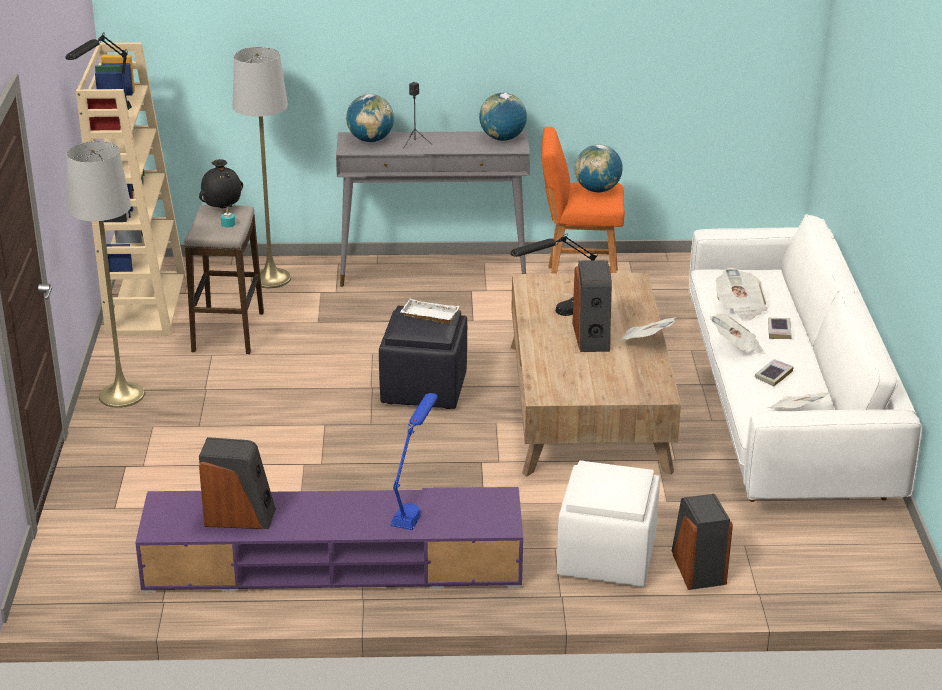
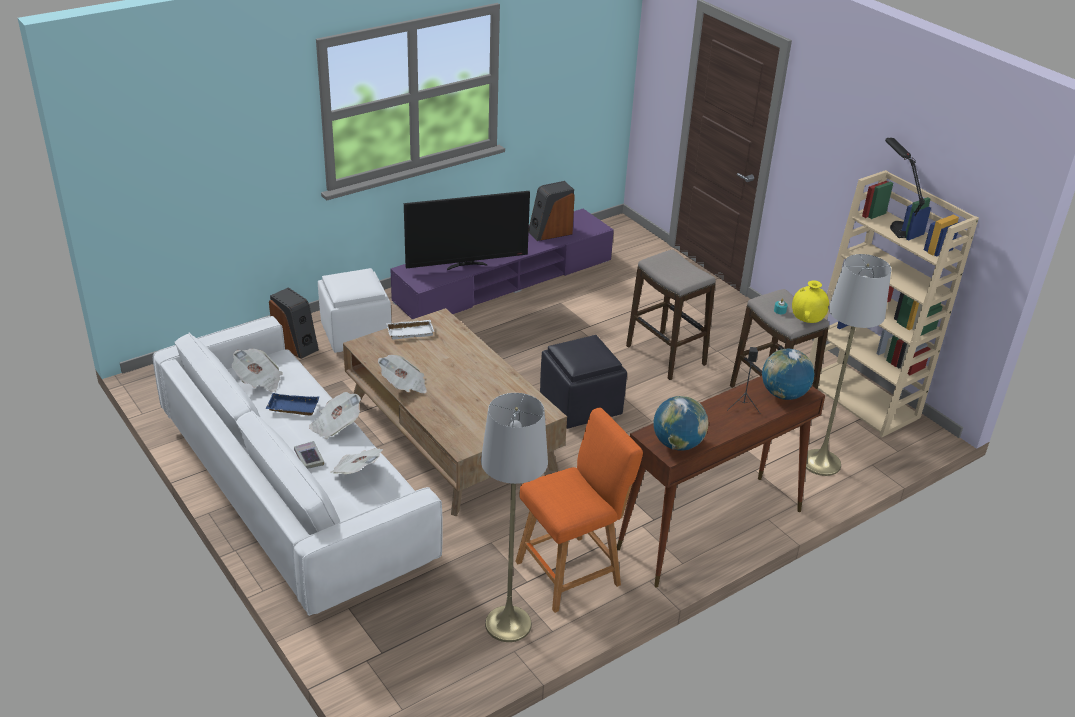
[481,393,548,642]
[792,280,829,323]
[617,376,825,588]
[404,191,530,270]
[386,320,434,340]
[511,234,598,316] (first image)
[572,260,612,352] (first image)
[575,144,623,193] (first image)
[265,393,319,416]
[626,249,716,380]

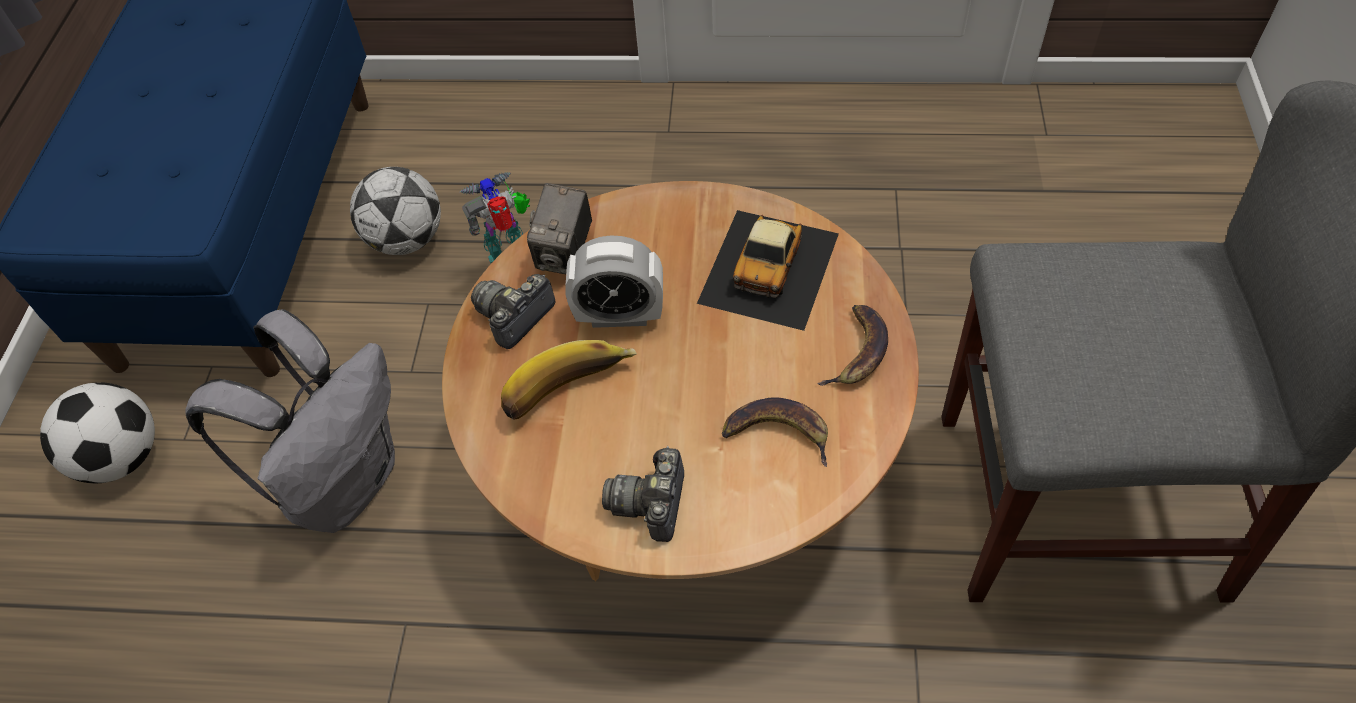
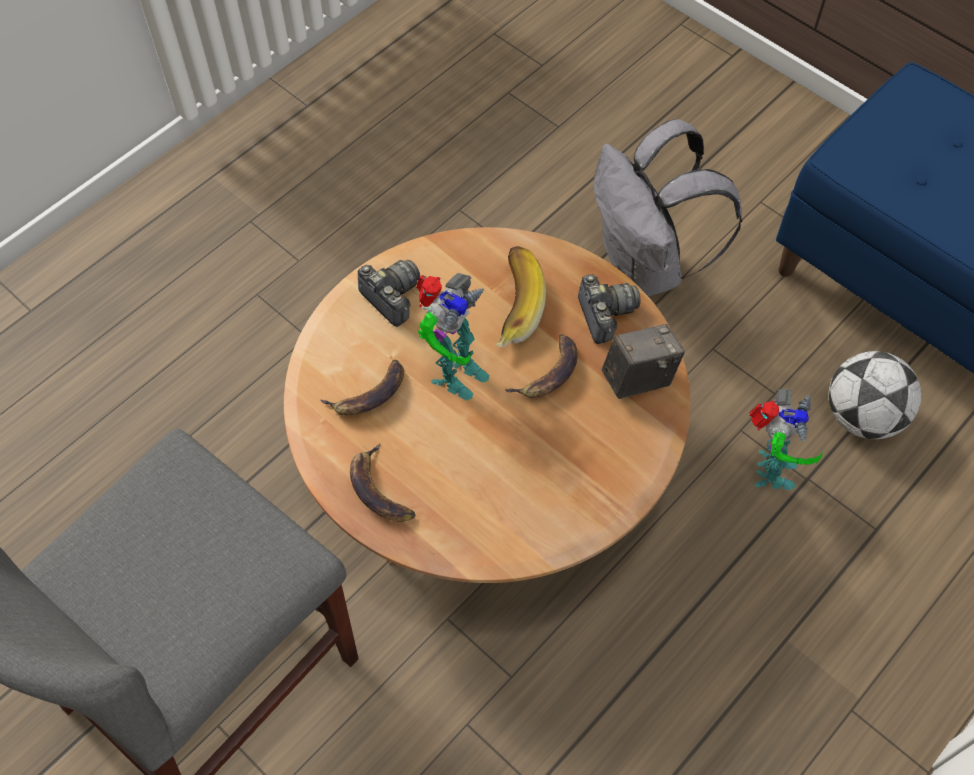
[40,382,155,483] (first image)
[602,324,685,399]
[505,334,578,398]
[697,210,839,331] (first image)
[416,273,489,401]

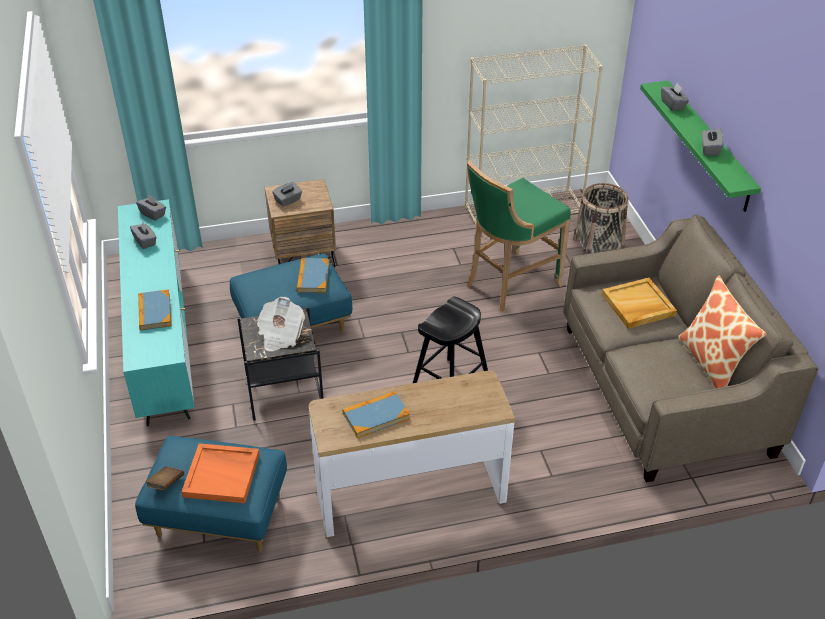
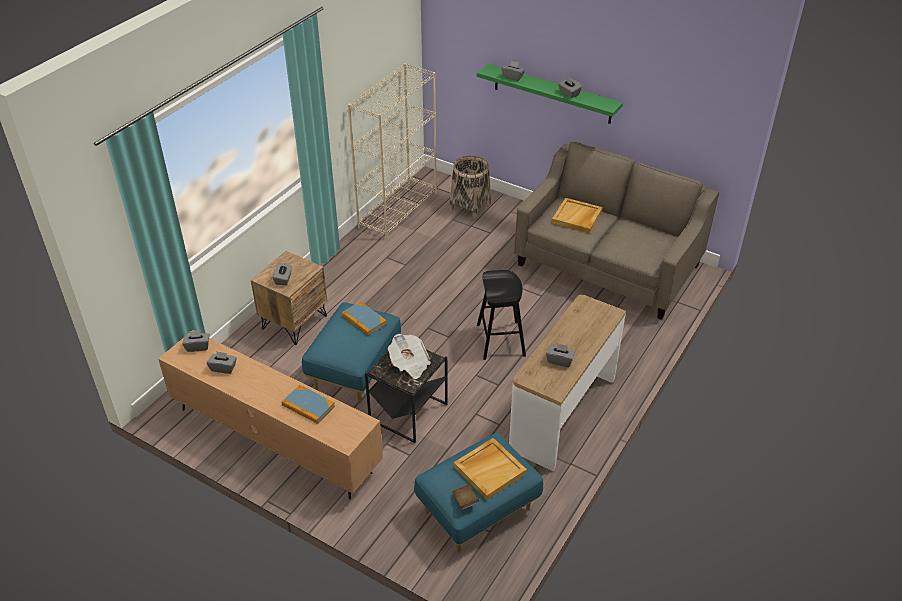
[158,330,383,499]
[454,438,527,500]
[546,343,575,367]
[467,161,571,312] (first image)
[678,275,767,388] (first image)

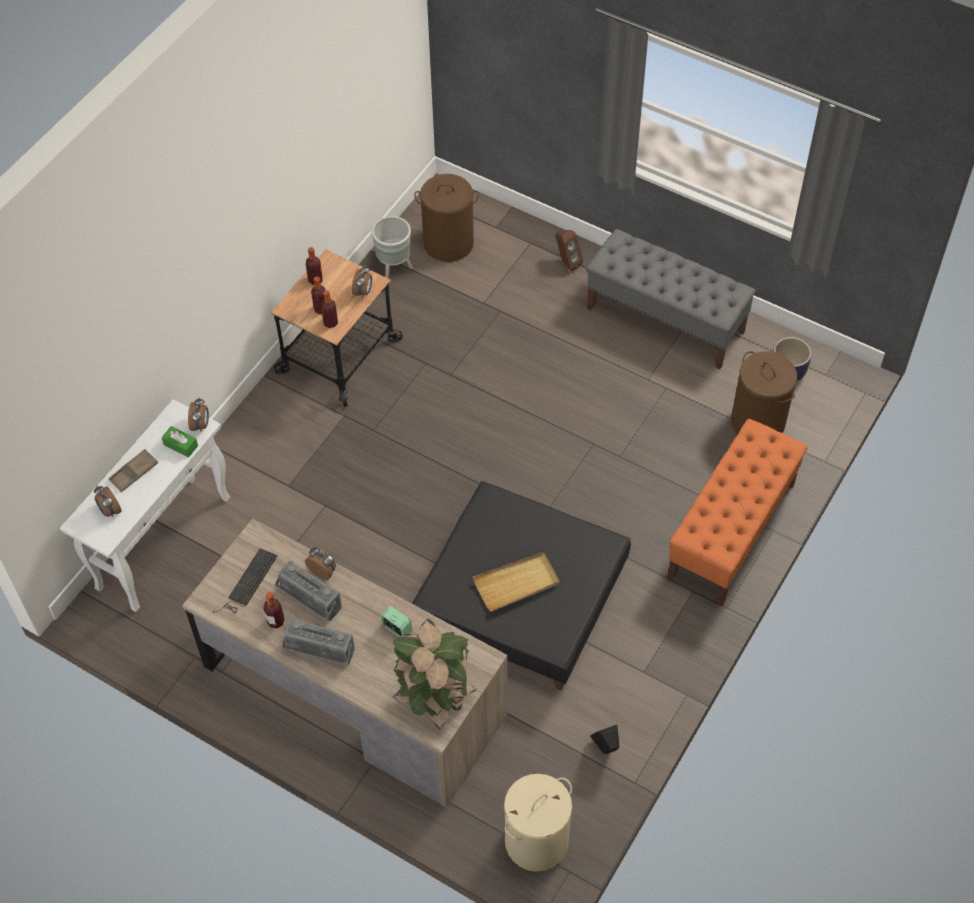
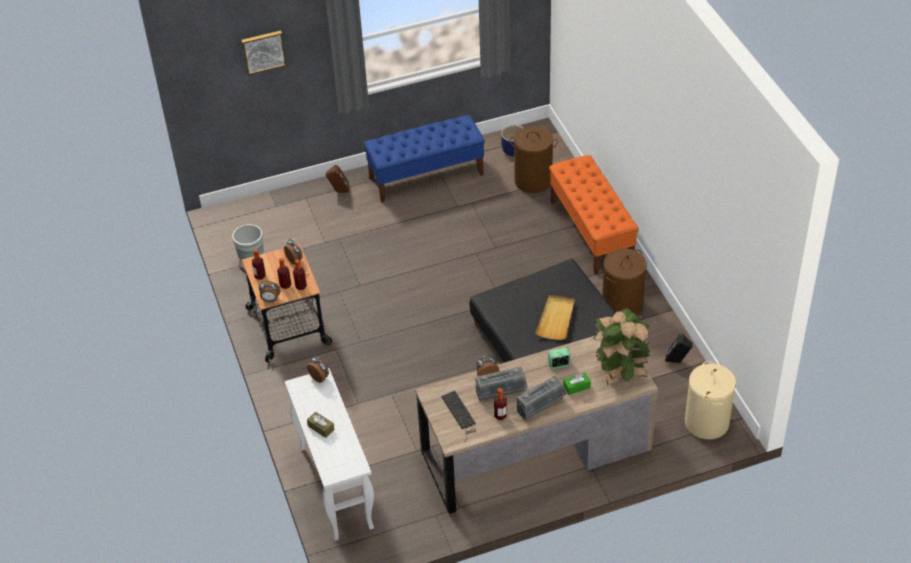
[259,281,280,302]
[307,412,335,438]
[563,372,591,395]
[602,249,647,315]
[364,115,485,203]
[241,31,287,75]

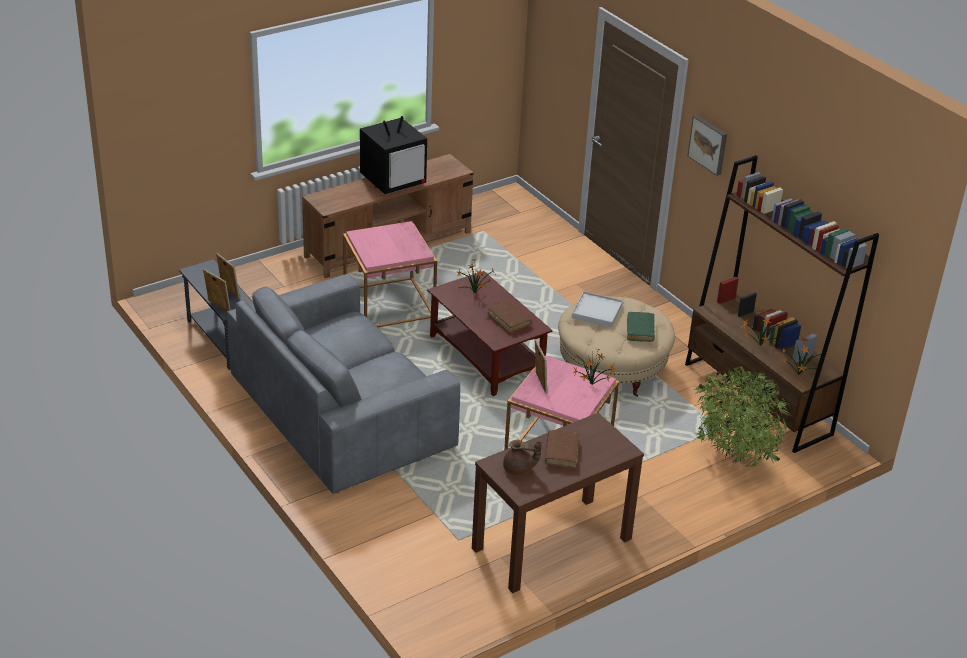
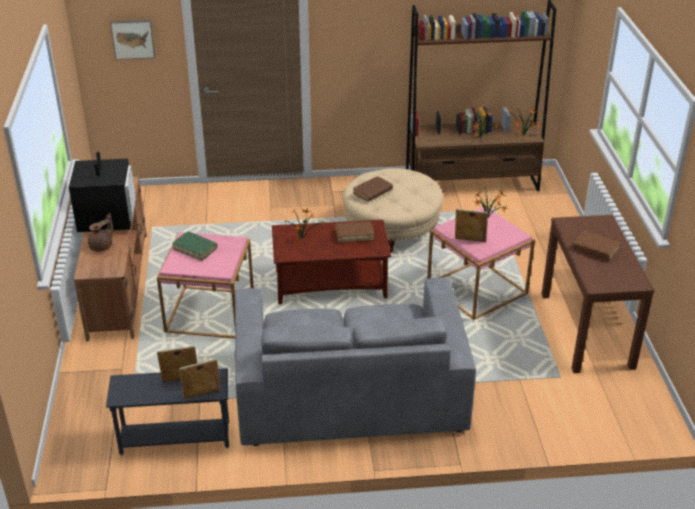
[88,213,113,251]
[353,176,393,202]
[172,231,218,261]
[110,19,155,60]
[694,366,791,468] (first image)

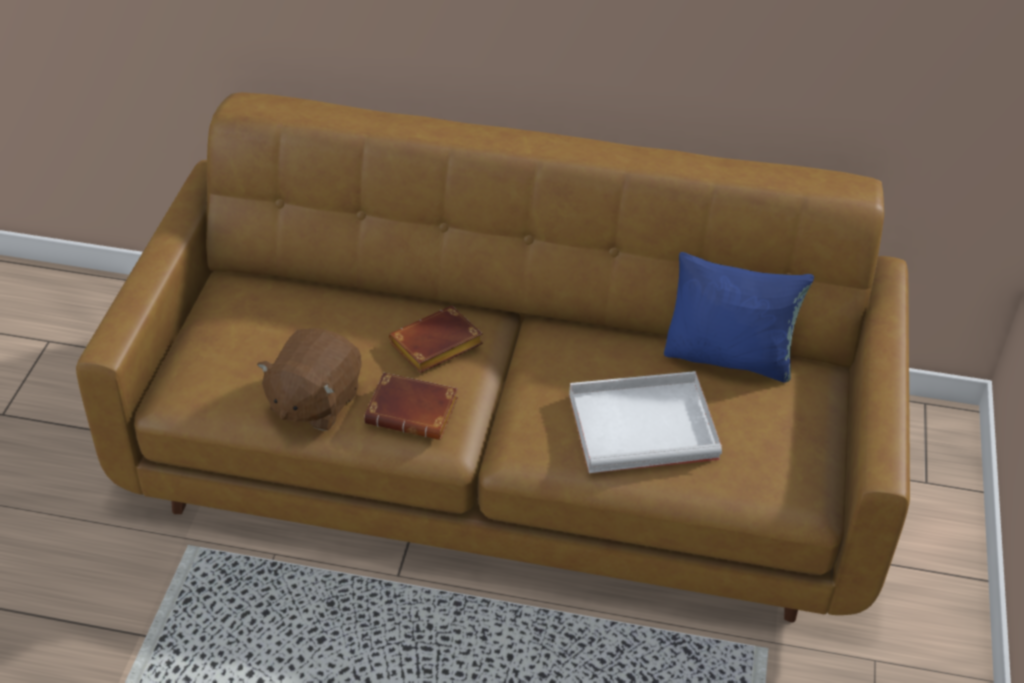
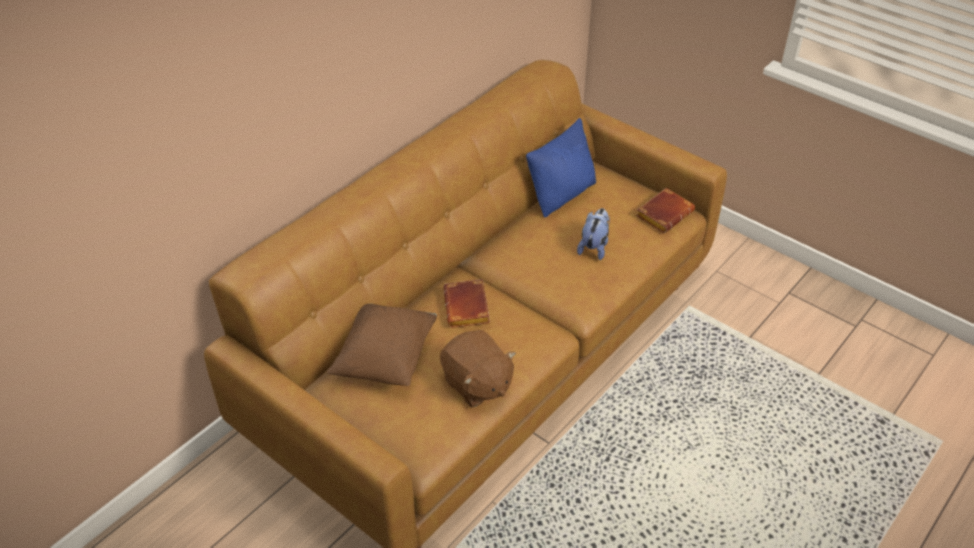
[636,188,695,233]
[577,208,610,260]
[327,304,437,386]

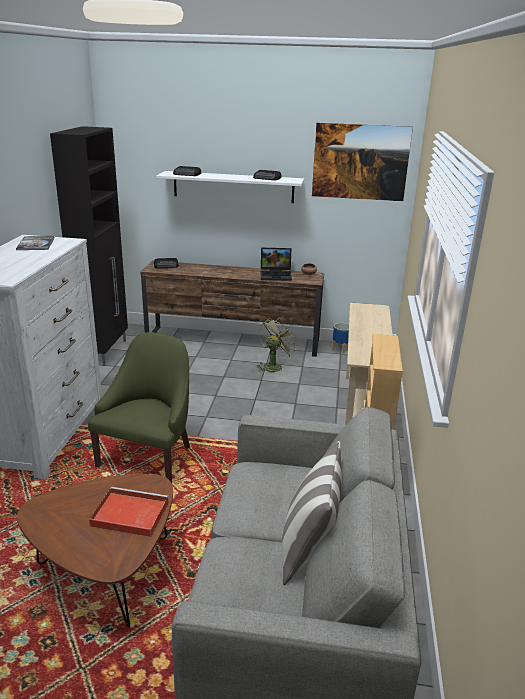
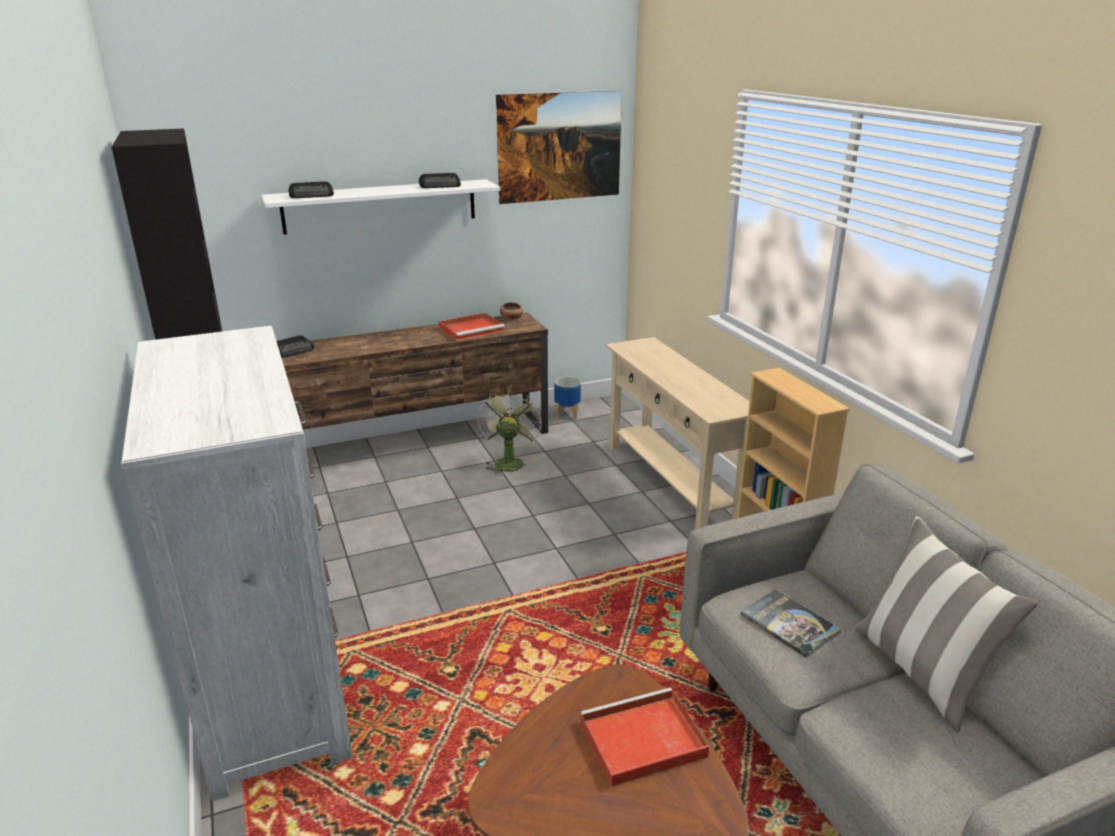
[740,589,841,658]
[88,332,190,483] (first image)
[438,313,505,341]

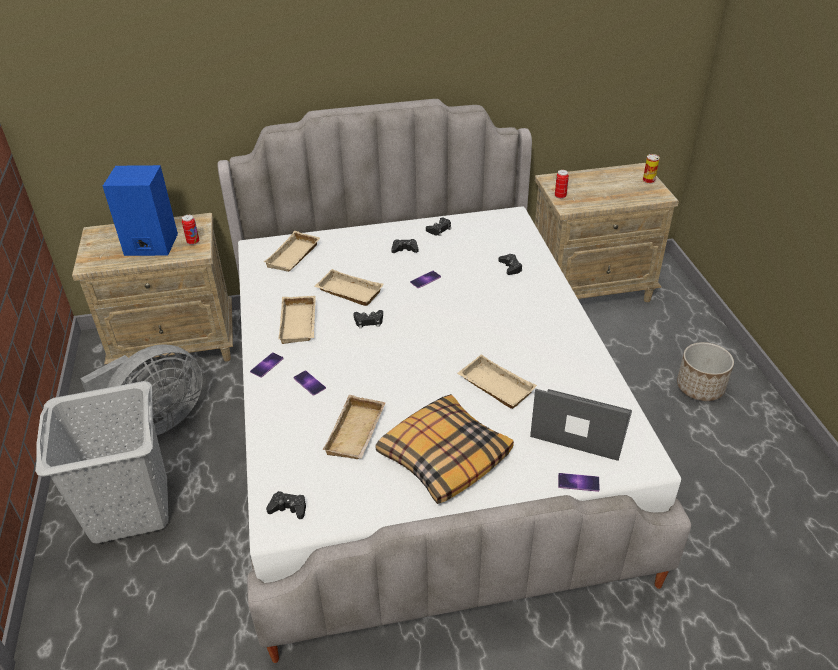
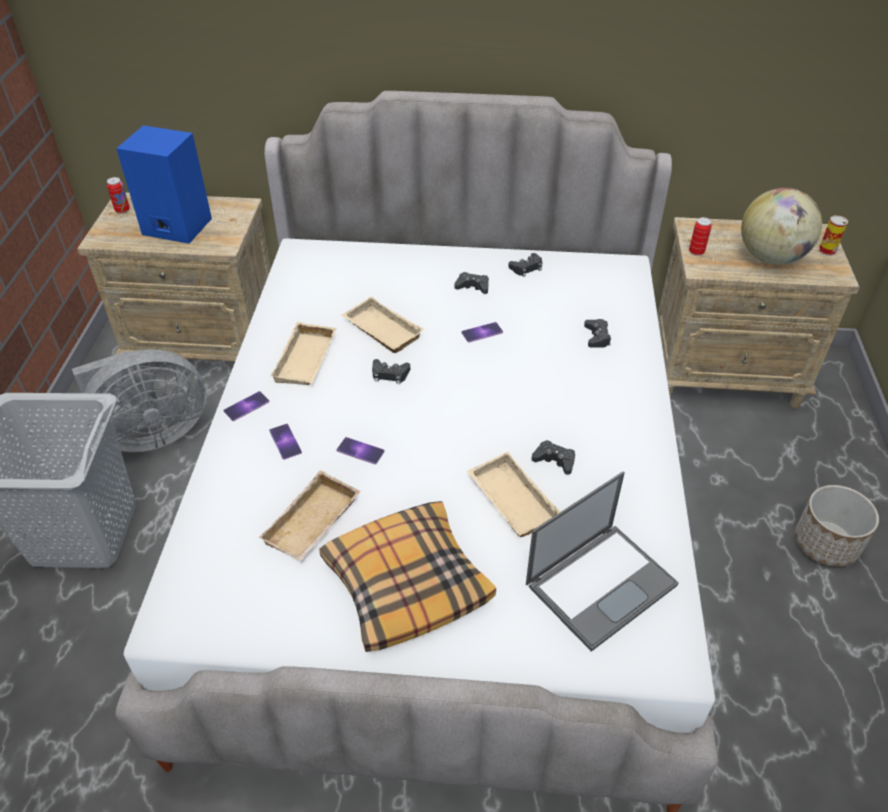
[107,177,130,214]
[264,231,320,272] (first image)
[532,440,575,475]
[526,471,679,652]
[337,437,385,464]
[741,188,822,265]

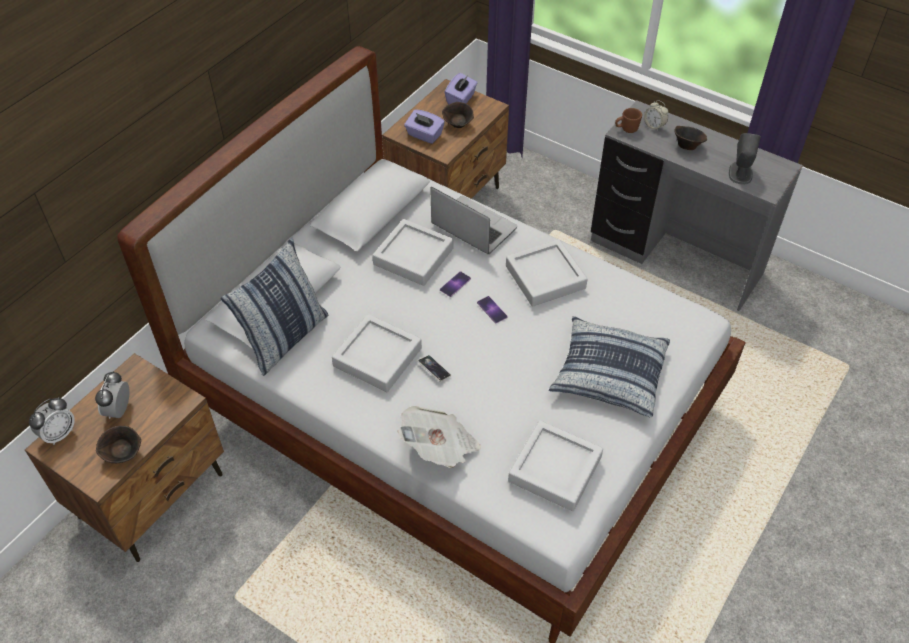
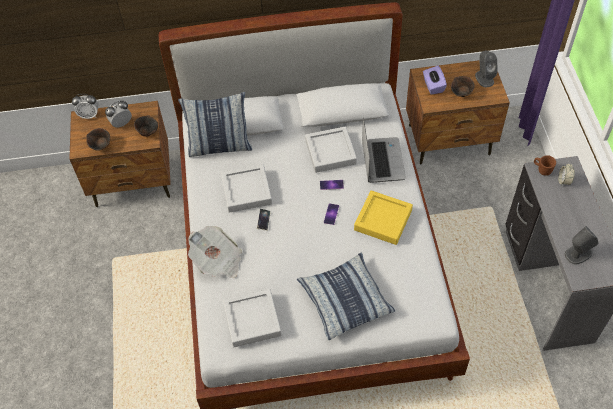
[475,51,497,87]
[354,191,413,245]
[134,115,158,137]

